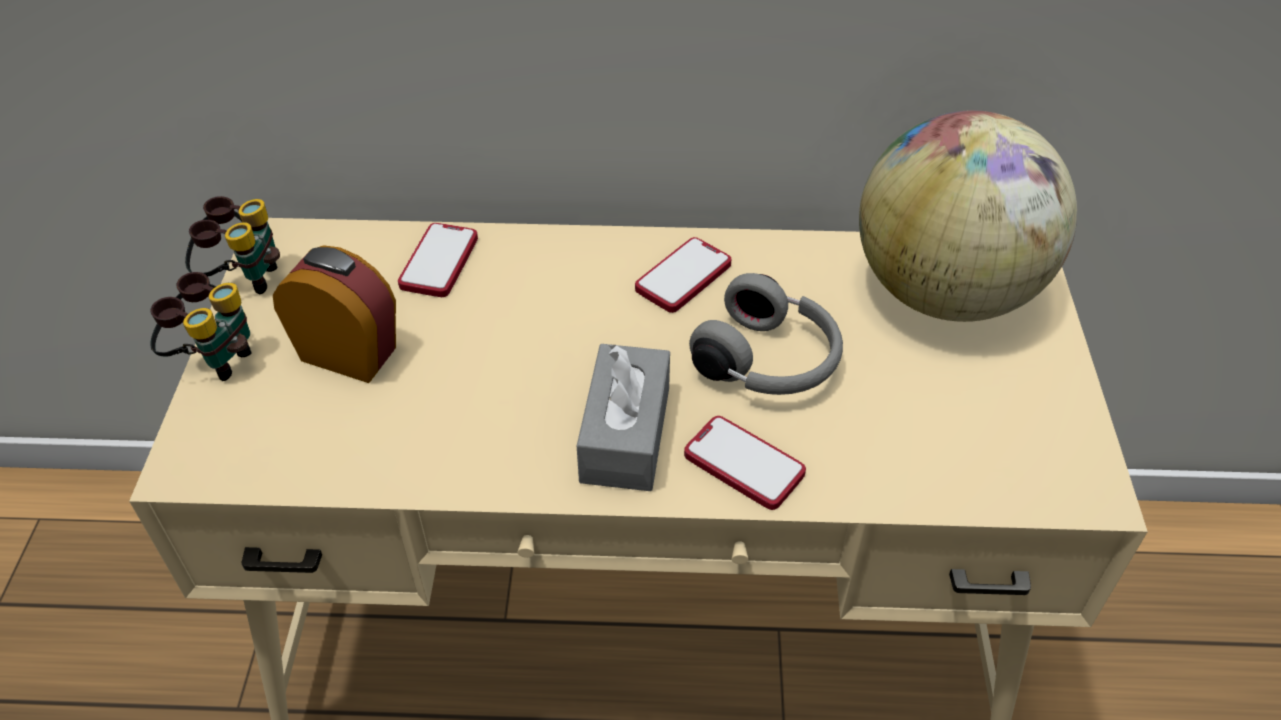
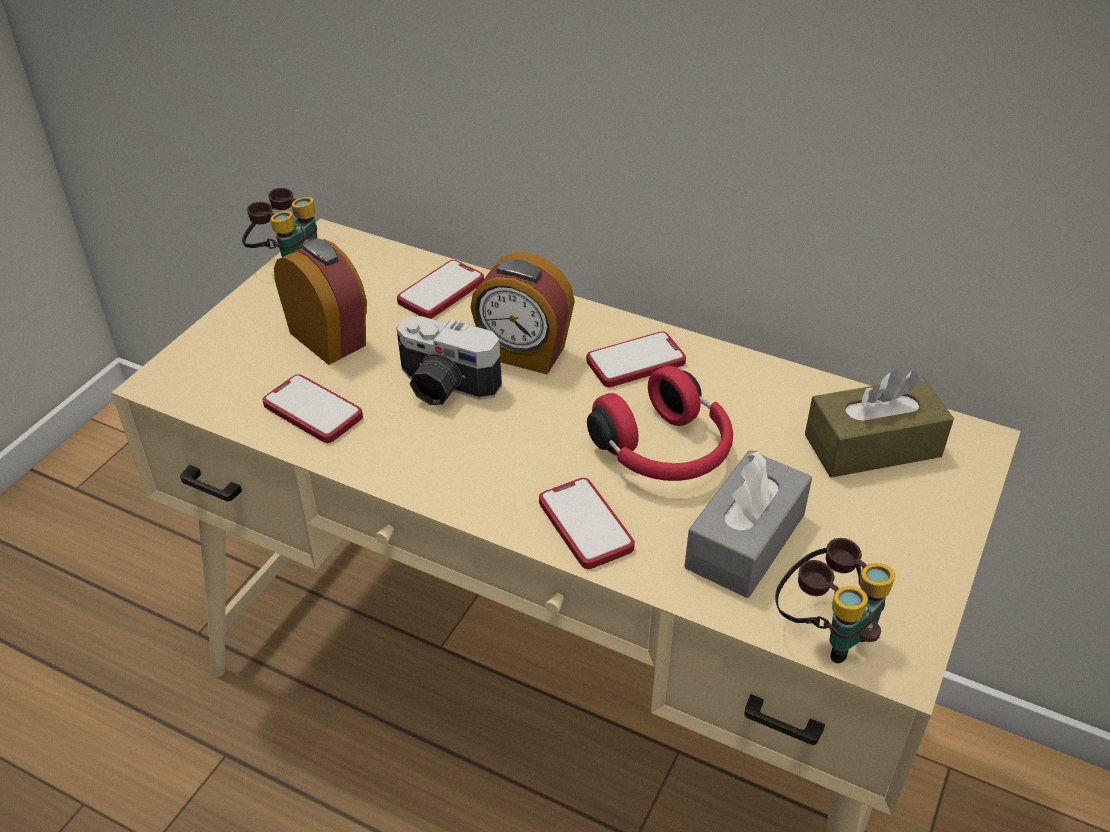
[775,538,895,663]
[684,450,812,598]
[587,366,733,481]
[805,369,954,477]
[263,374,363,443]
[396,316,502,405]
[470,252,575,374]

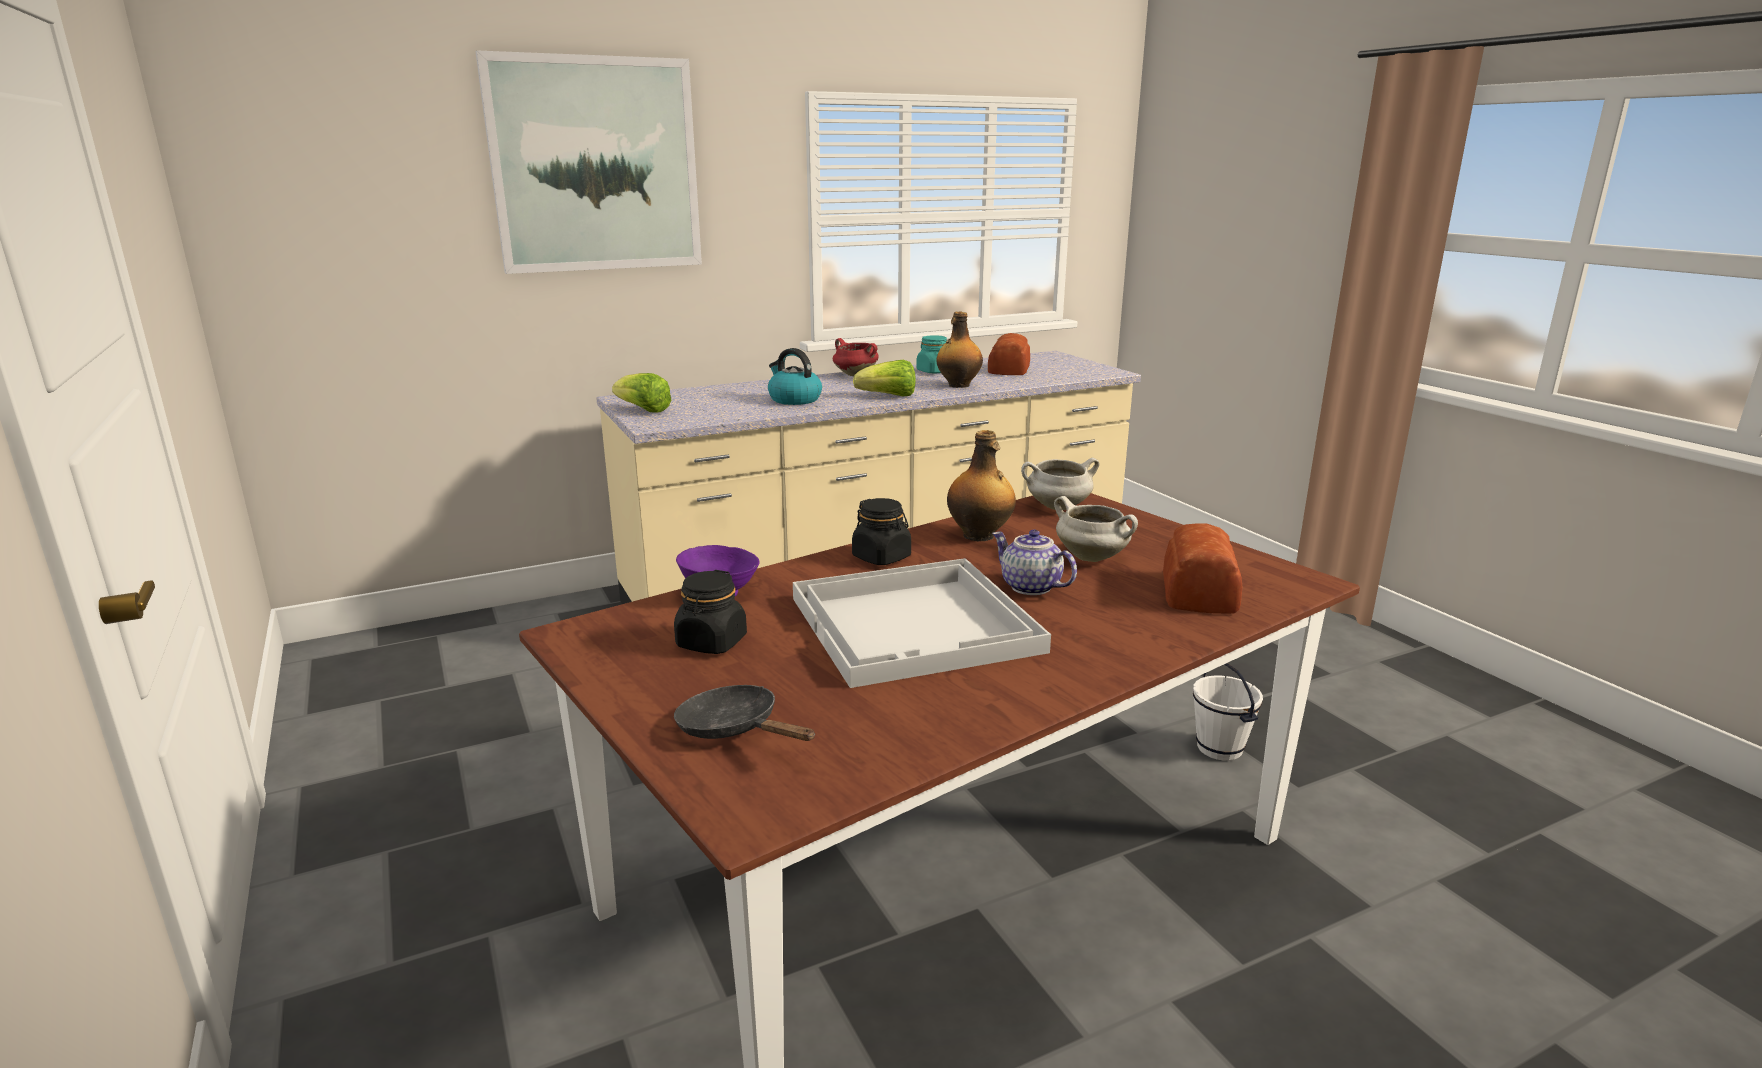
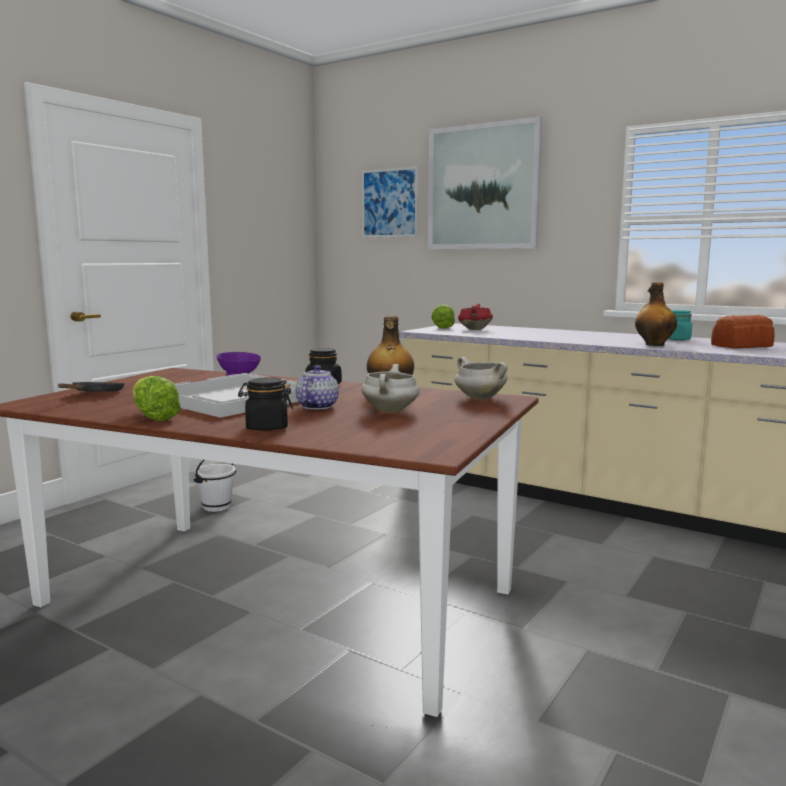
[238,378,293,431]
[768,348,822,405] (first image)
[458,304,493,330]
[132,376,181,421]
[1163,523,1242,614] (first image)
[194,460,236,512]
[362,166,418,238]

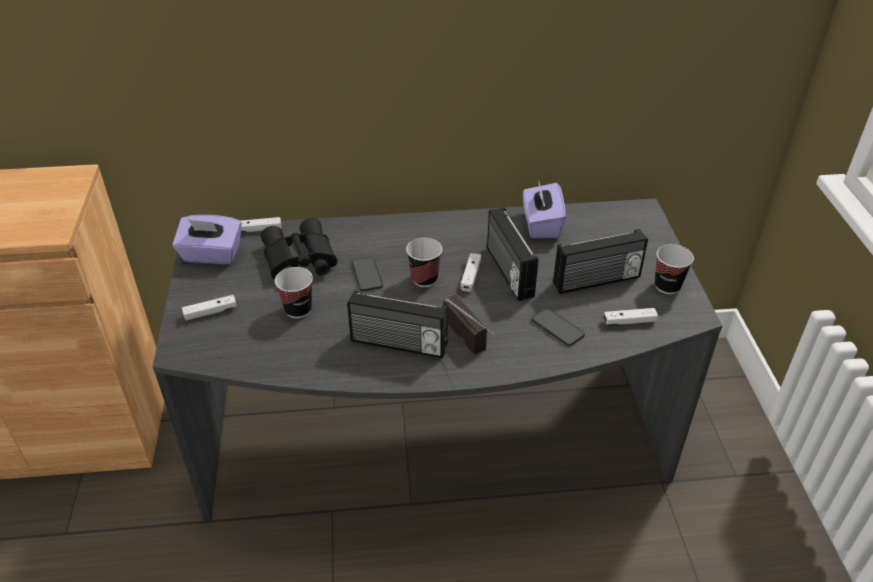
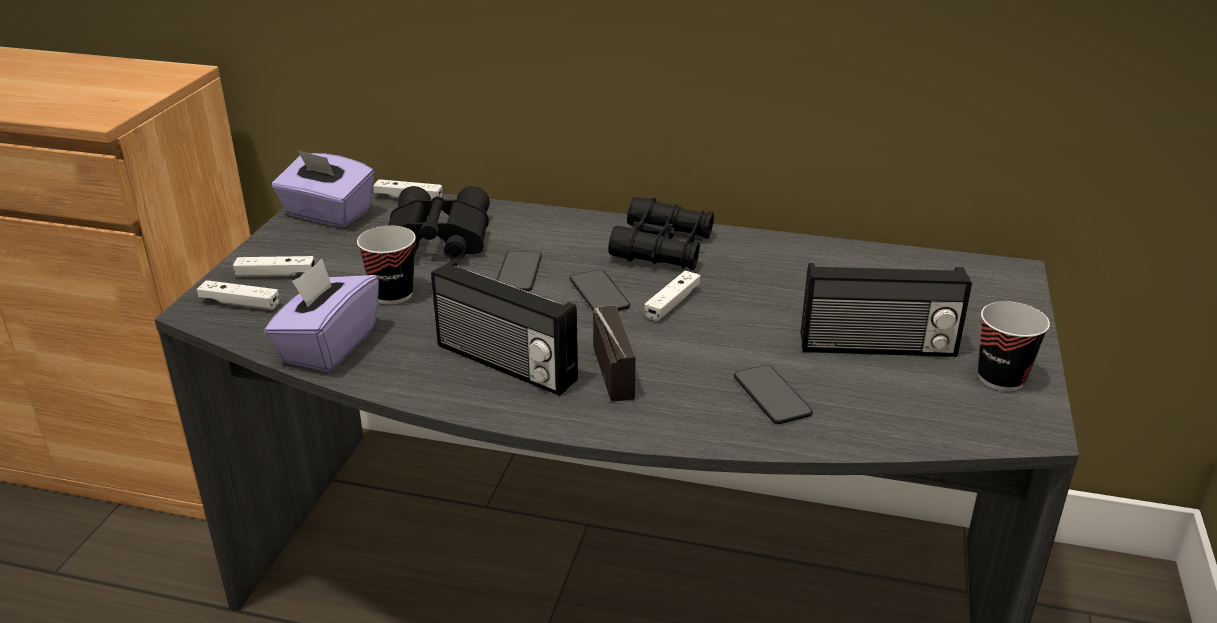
[569,270,630,311]
[487,207,538,301] (first image)
[264,259,379,372]
[197,280,279,310]
[608,197,714,270]

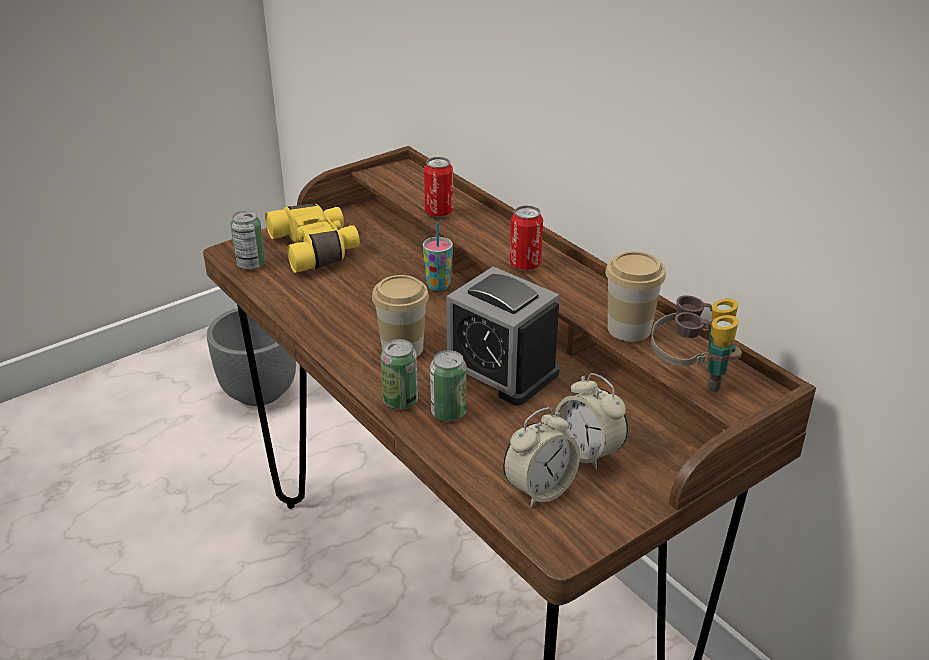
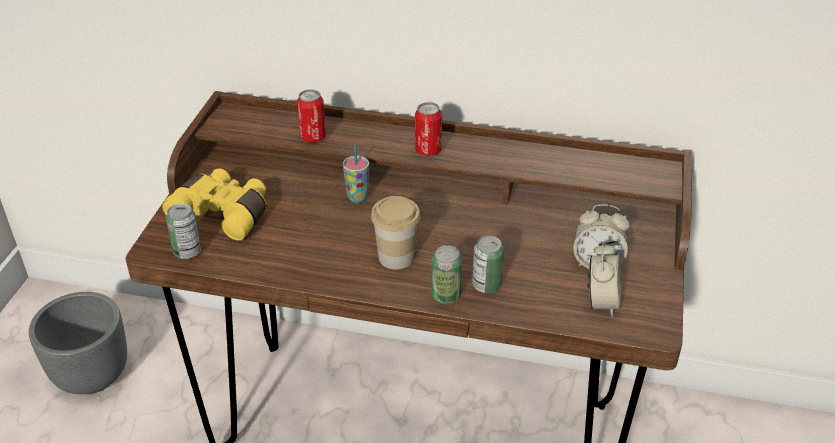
[446,266,560,406] (first image)
[605,251,666,342] (first image)
[651,295,742,392] (first image)

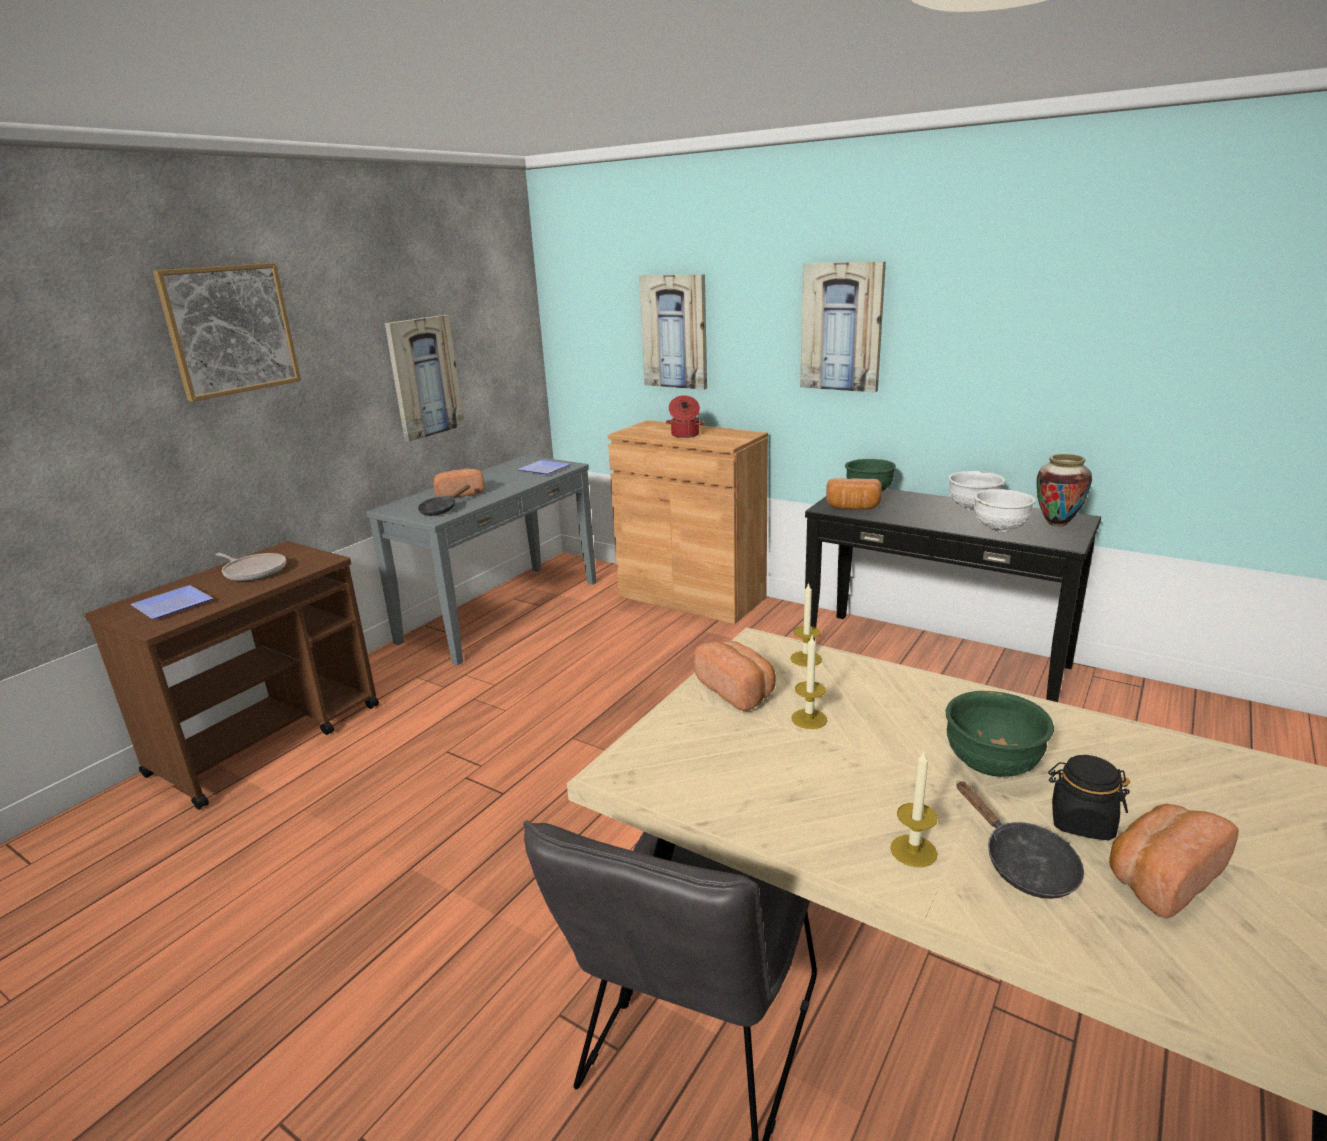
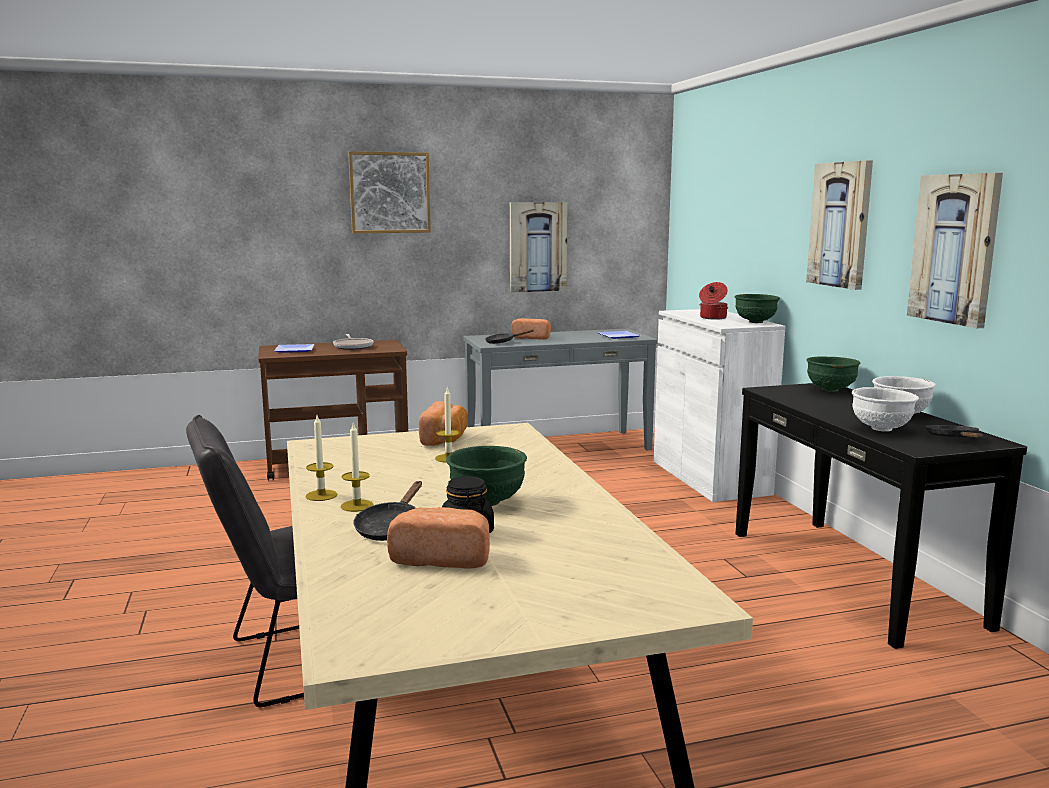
[654,309,785,502]
[907,173,1003,328]
[306,416,337,501]
[826,478,882,510] (first image)
[926,425,983,438]
[735,294,780,323]

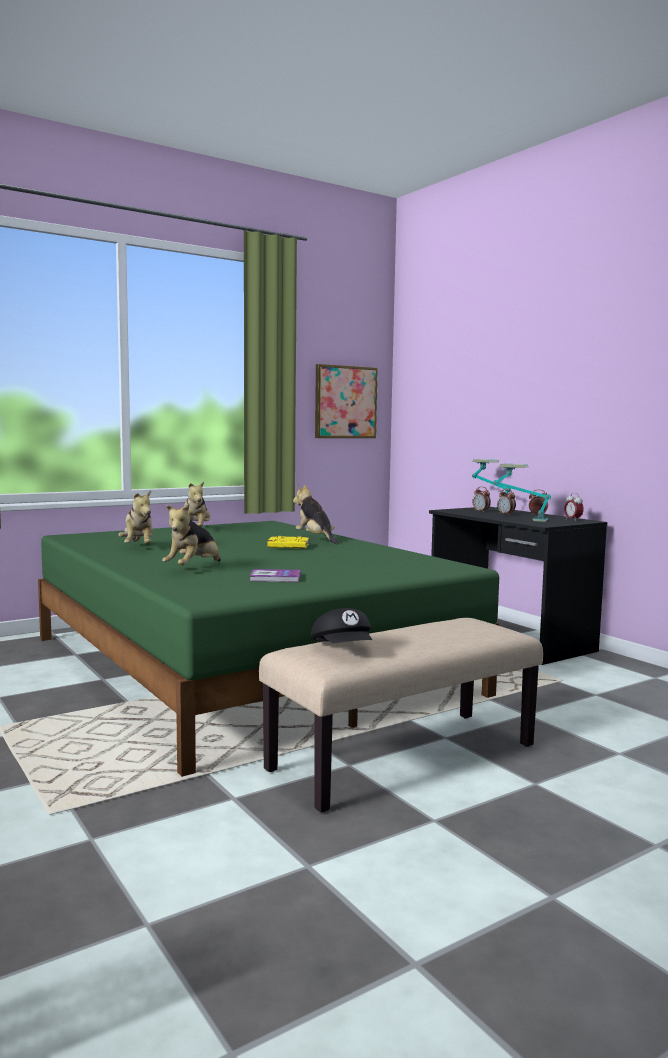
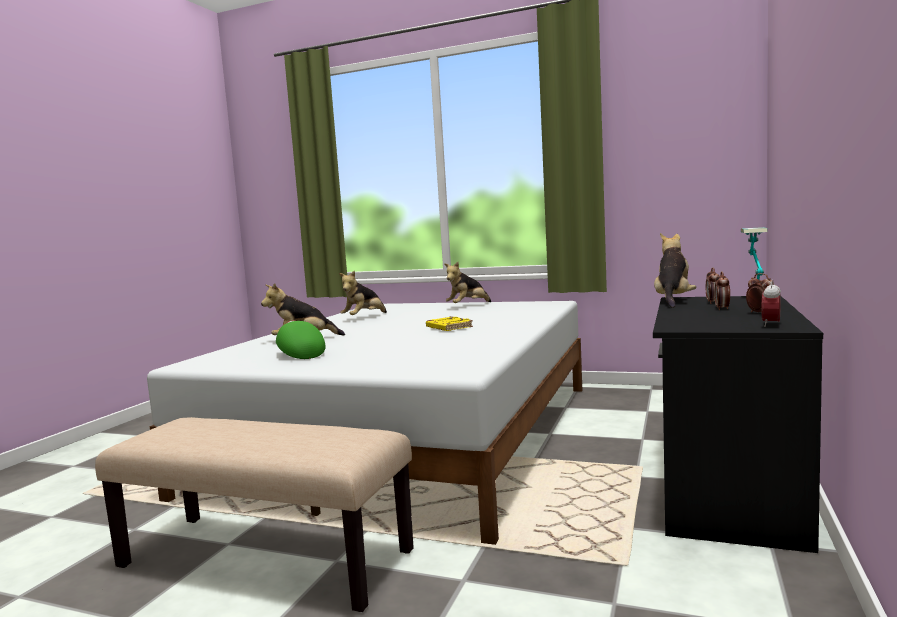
[147,301,582,545]
[276,320,326,359]
[654,233,696,308]
[311,608,372,643] (first image)
[315,364,378,438] (first image)
[493,464,551,522] (first image)

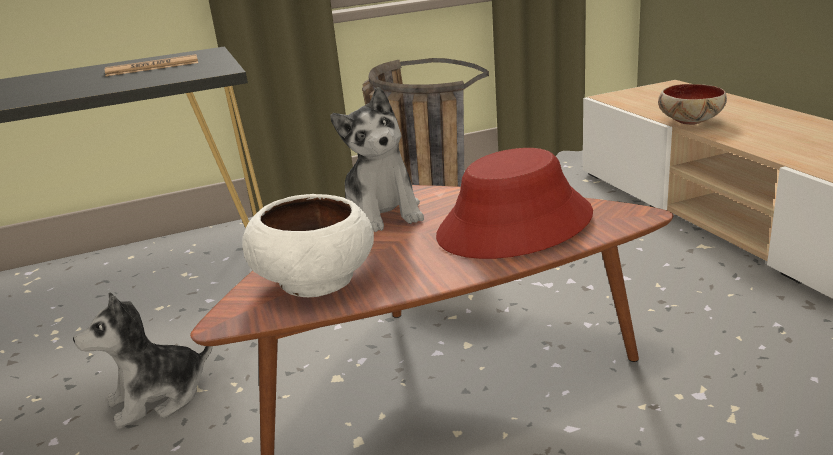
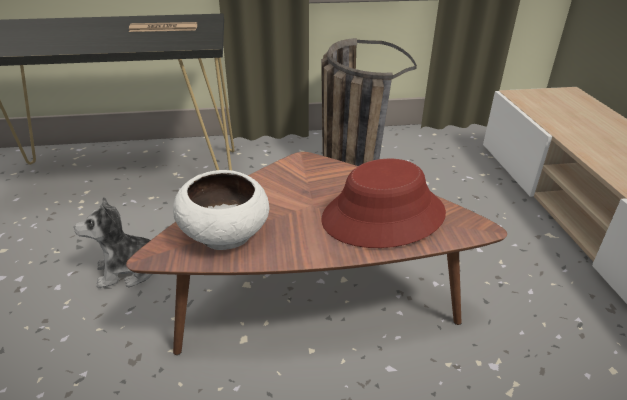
[330,87,424,232] (first image)
[658,84,727,125] (first image)

